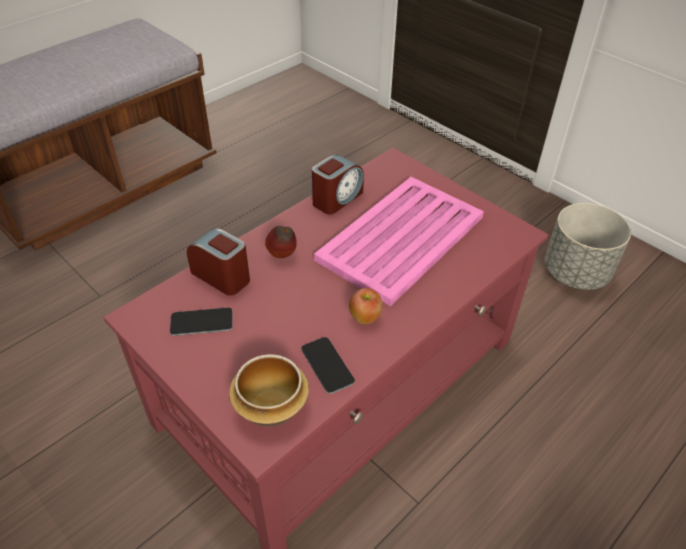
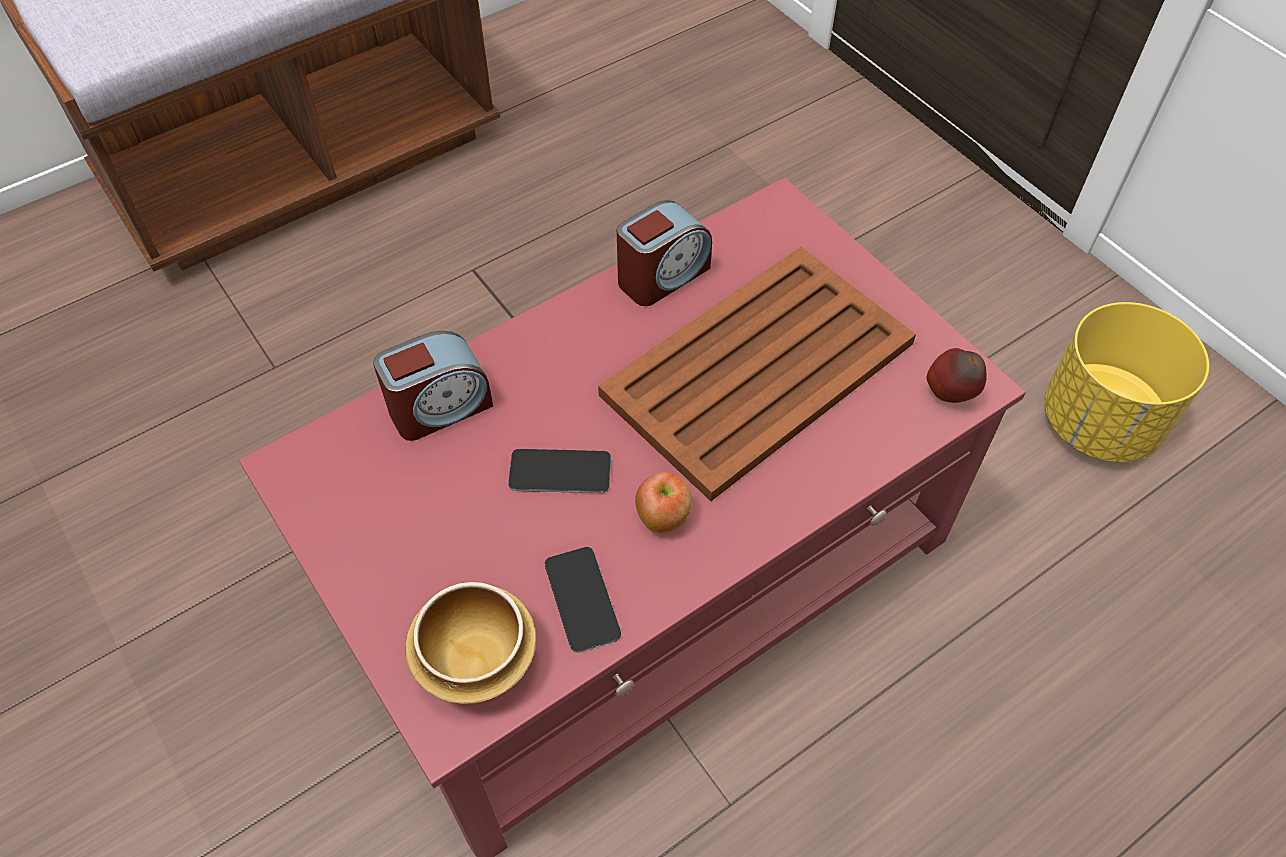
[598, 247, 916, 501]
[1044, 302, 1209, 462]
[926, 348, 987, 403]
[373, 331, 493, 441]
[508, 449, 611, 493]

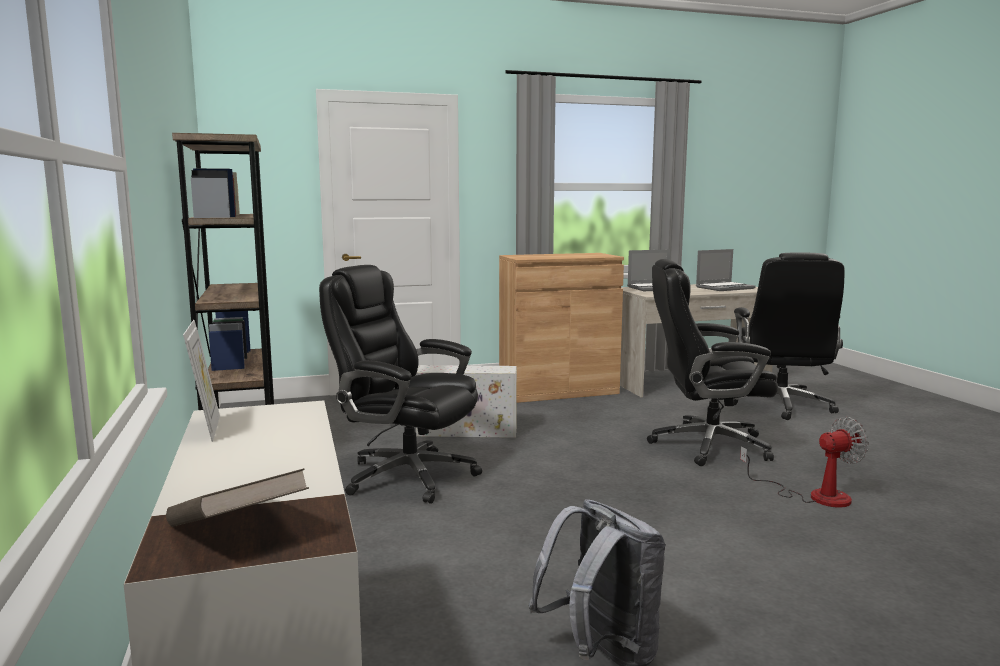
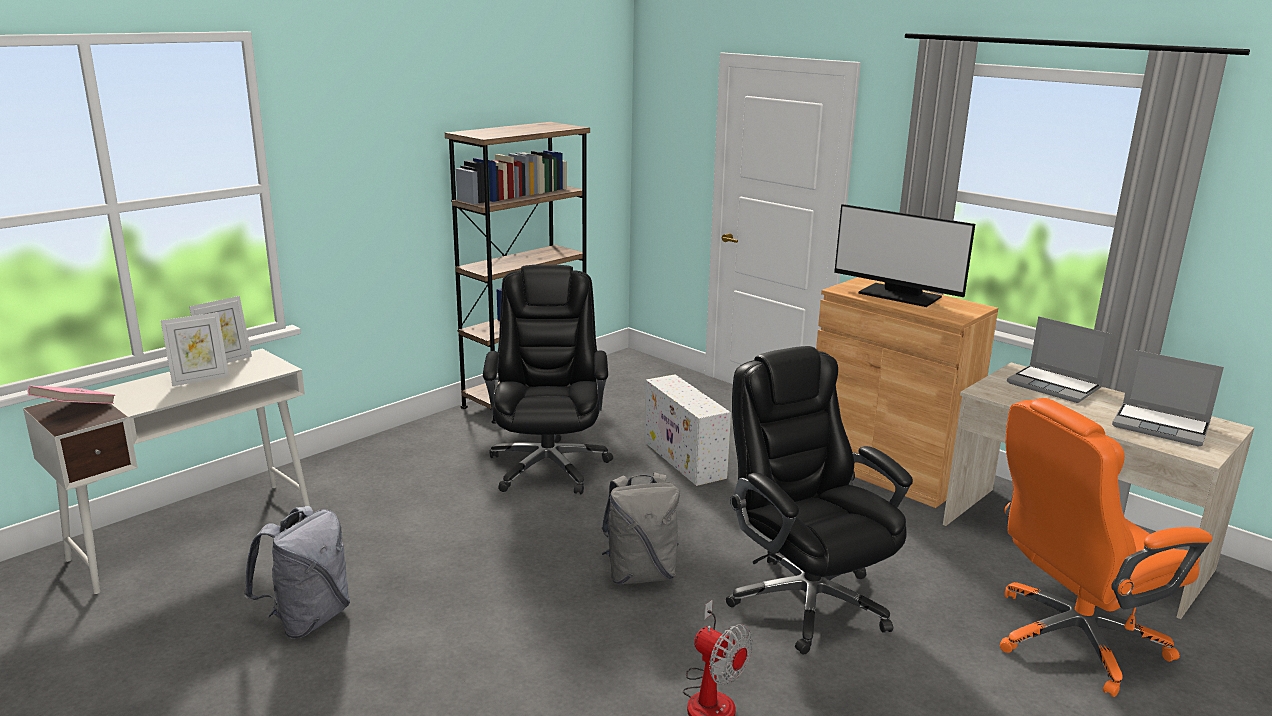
[999, 398, 1213, 697]
[28, 386, 114, 404]
[834, 204, 975, 307]
[161, 312, 229, 386]
[601, 472, 679, 584]

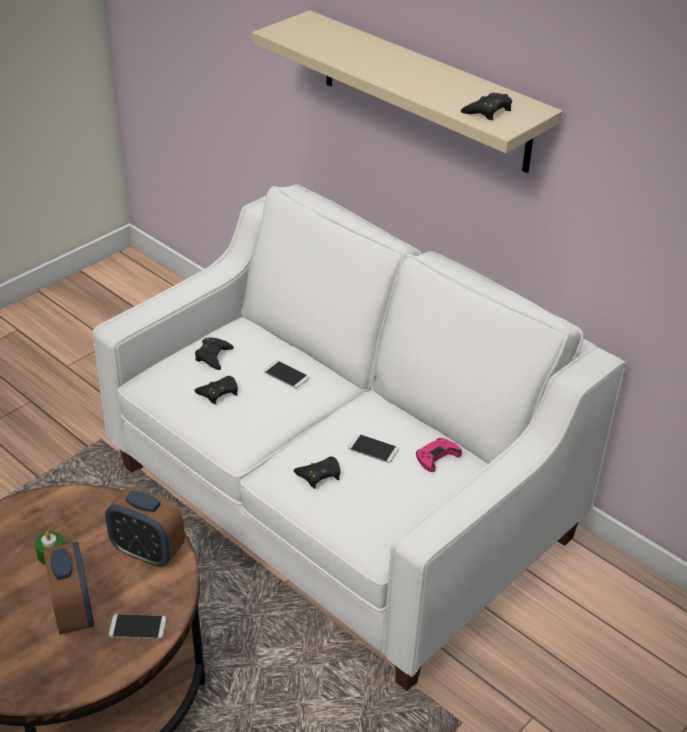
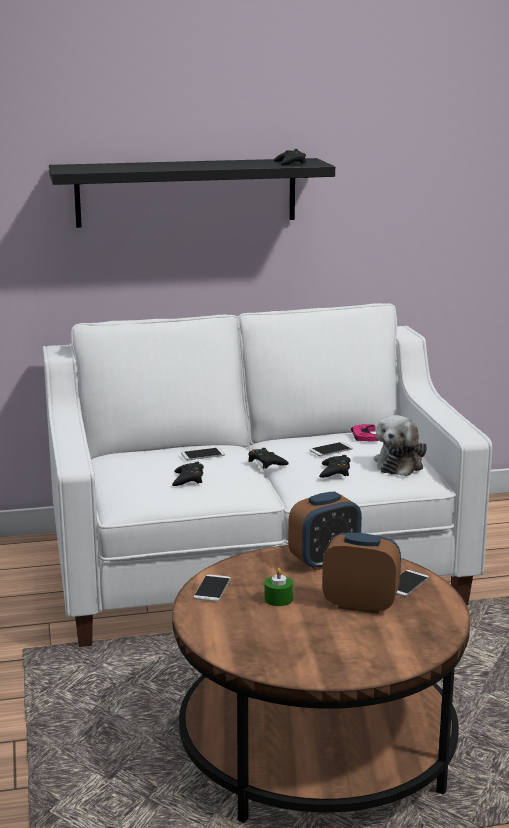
[49, 158, 335, 228]
[248, 448, 289, 468]
[374, 415, 427, 476]
[194, 574, 231, 602]

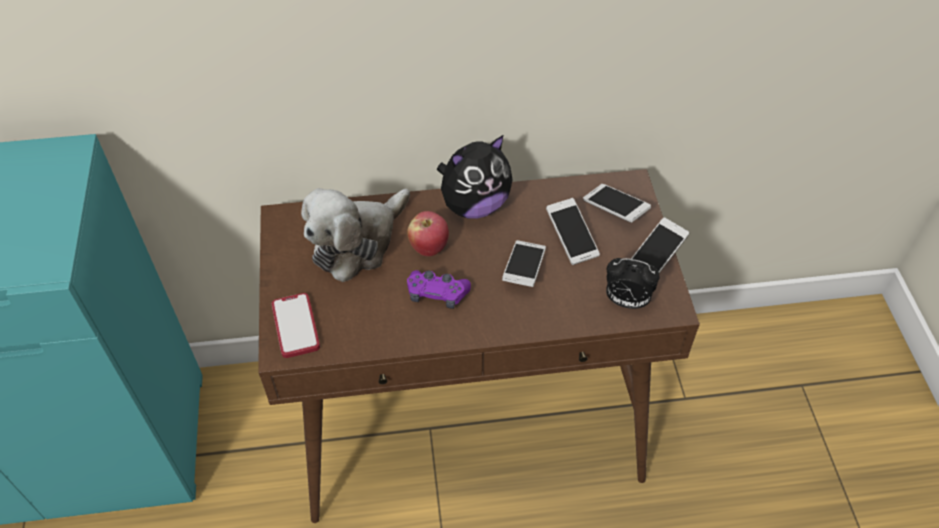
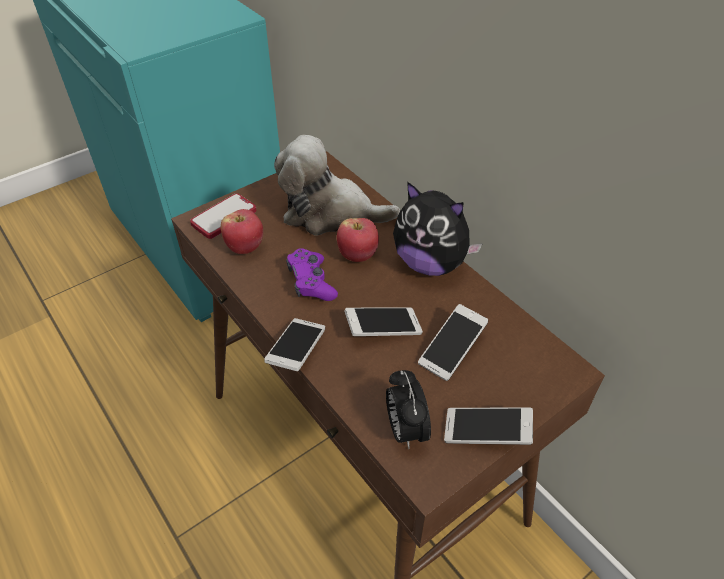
[264, 318, 325, 371]
[221, 209, 263, 254]

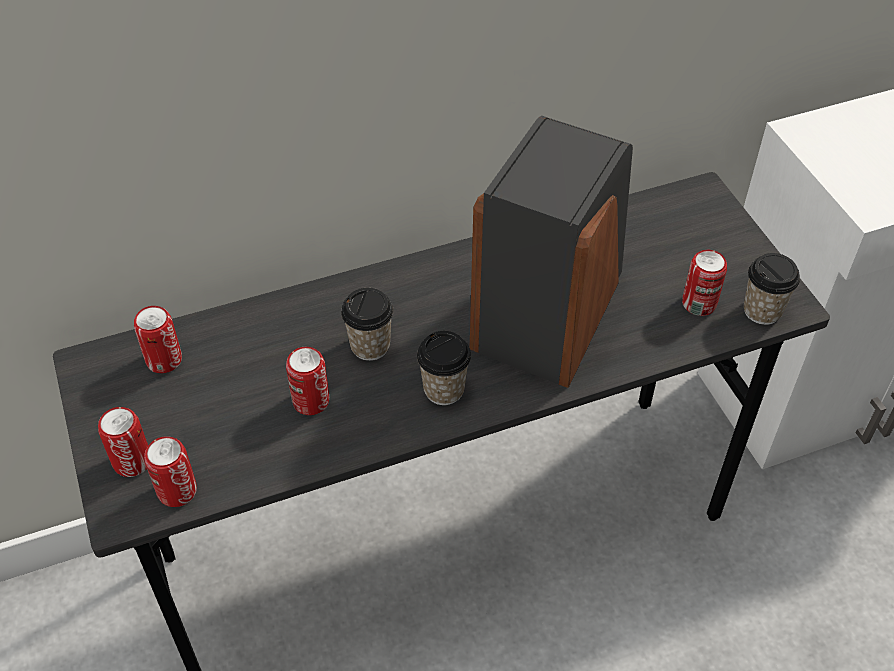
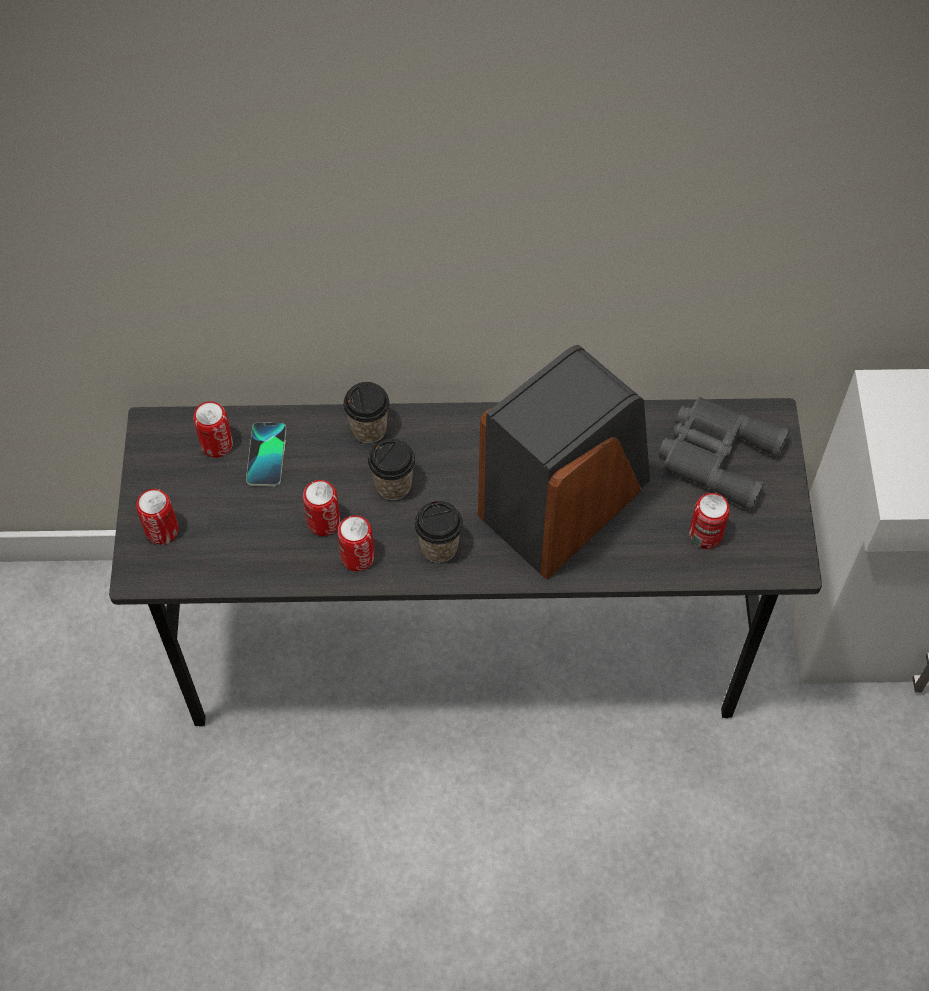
[343, 382, 390, 443]
[337, 515, 375, 571]
[659, 397, 790, 511]
[246, 422, 286, 487]

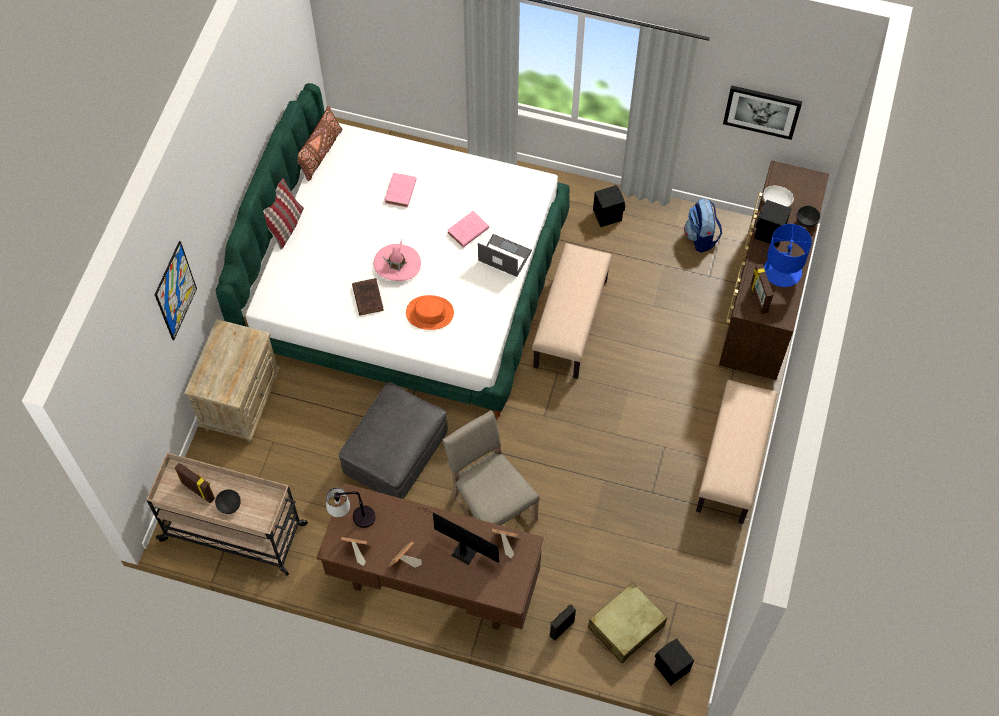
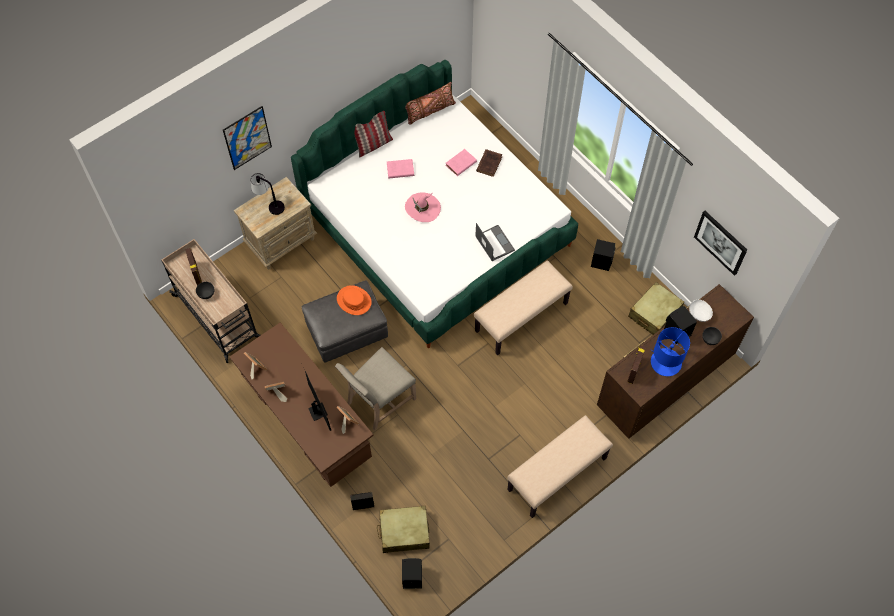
[628, 282, 684, 335]
[387, 159, 414, 179]
[476, 149, 502, 177]
[337, 285, 372, 315]
[335, 347, 416, 431]
[250, 173, 285, 215]

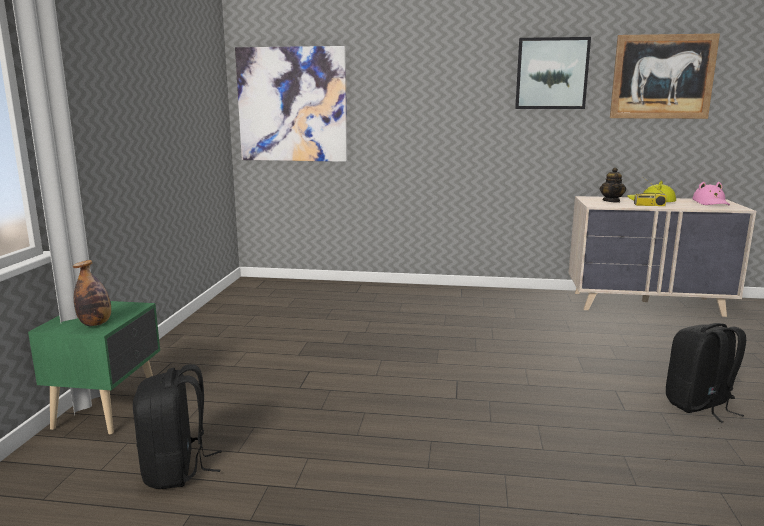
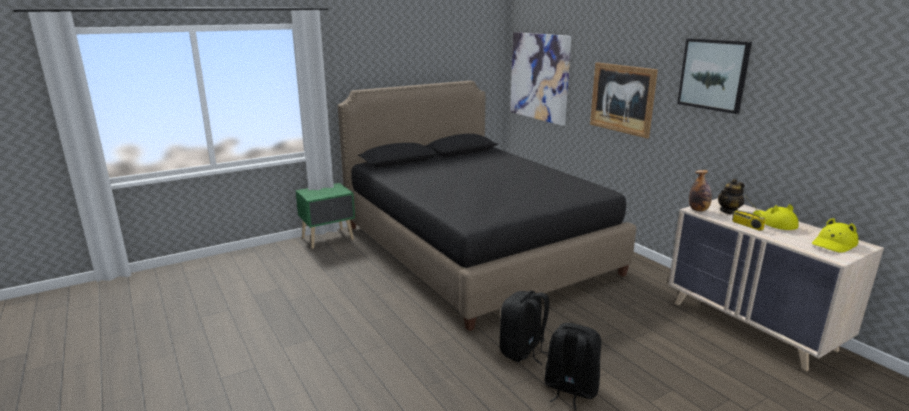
[590, 62, 658, 139]
[812, 218, 858, 253]
[689, 170, 712, 211]
[500, 291, 549, 365]
[338, 81, 636, 331]

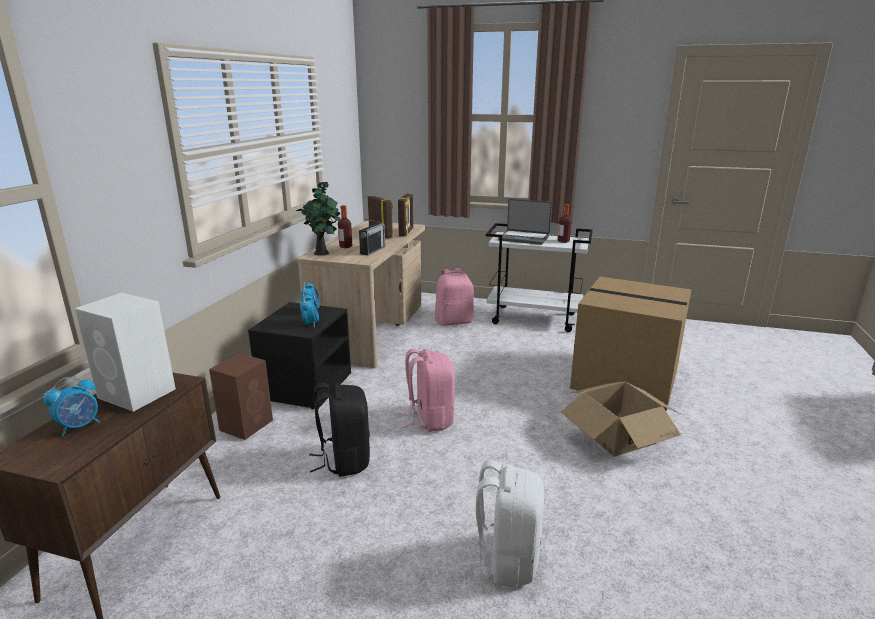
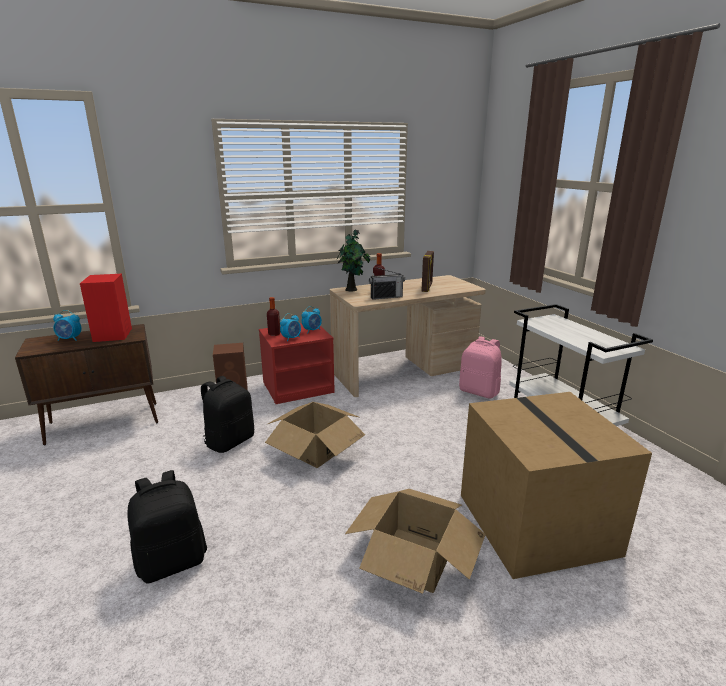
[398, 194, 413, 237] (first image)
[498, 199, 552, 245] (first image)
[267, 297, 281, 336]
[80, 274, 132, 342]
[259, 323, 335, 404]
[265, 402, 365, 468]
[127, 470, 207, 584]

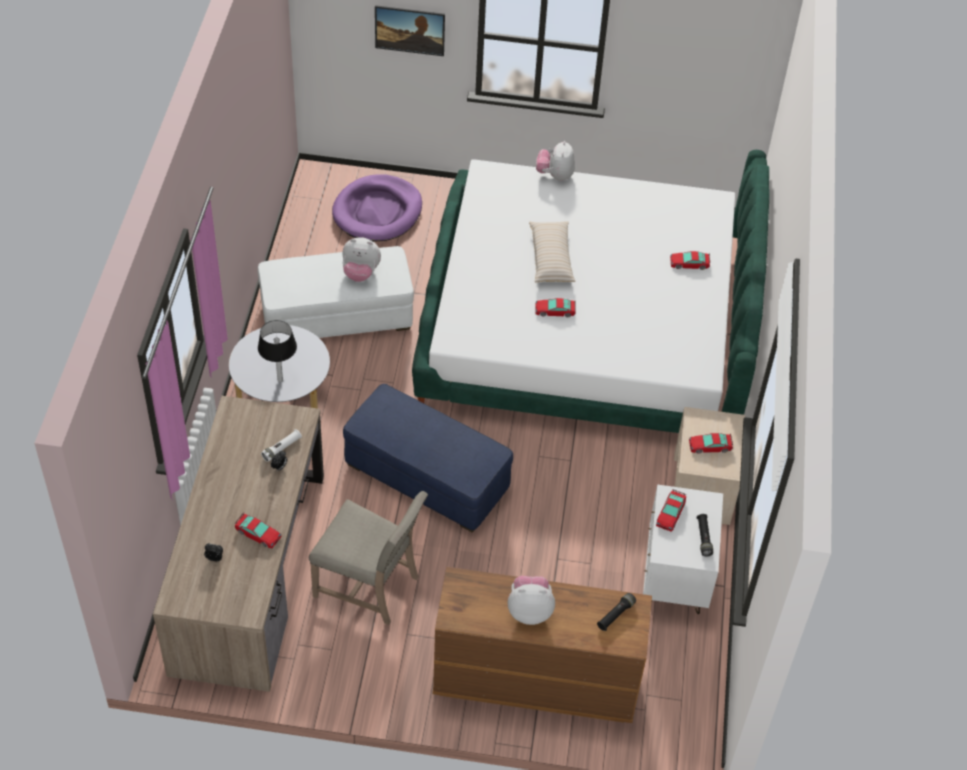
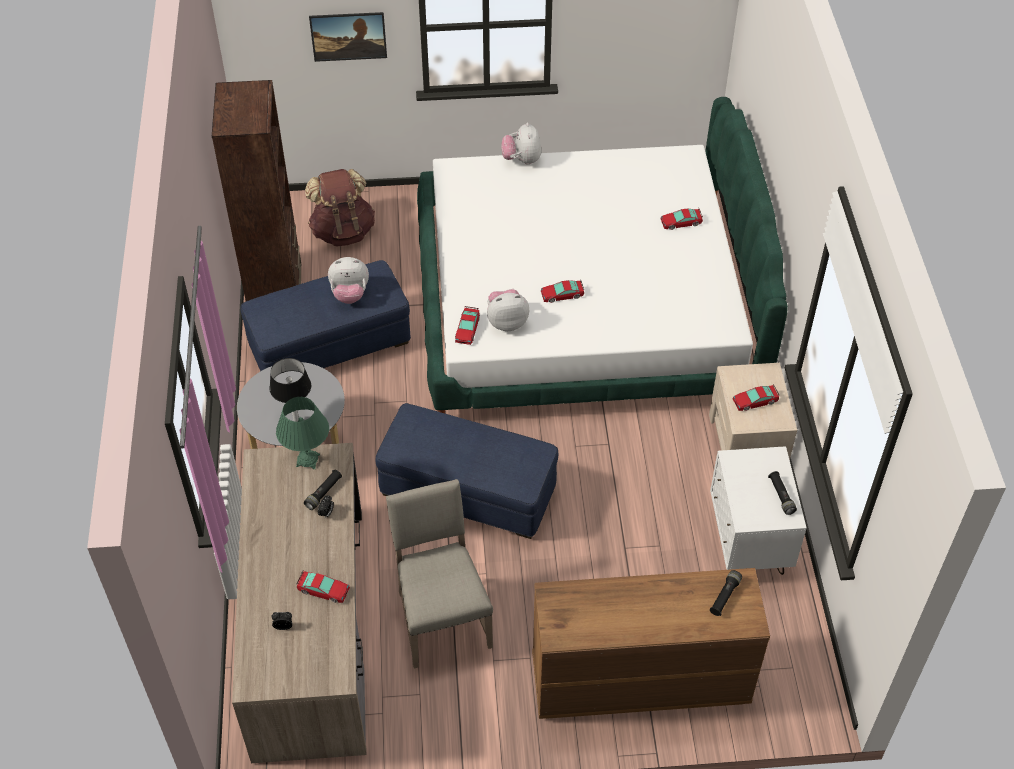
[305, 169, 375, 247]
[529, 221, 575, 282] (first image)
[240, 260, 411, 371]
[304, 470, 342, 510]
[455, 306, 480, 345]
[386, 479, 493, 669]
[487, 289, 529, 331]
[212, 80, 301, 301]
[276, 397, 329, 469]

